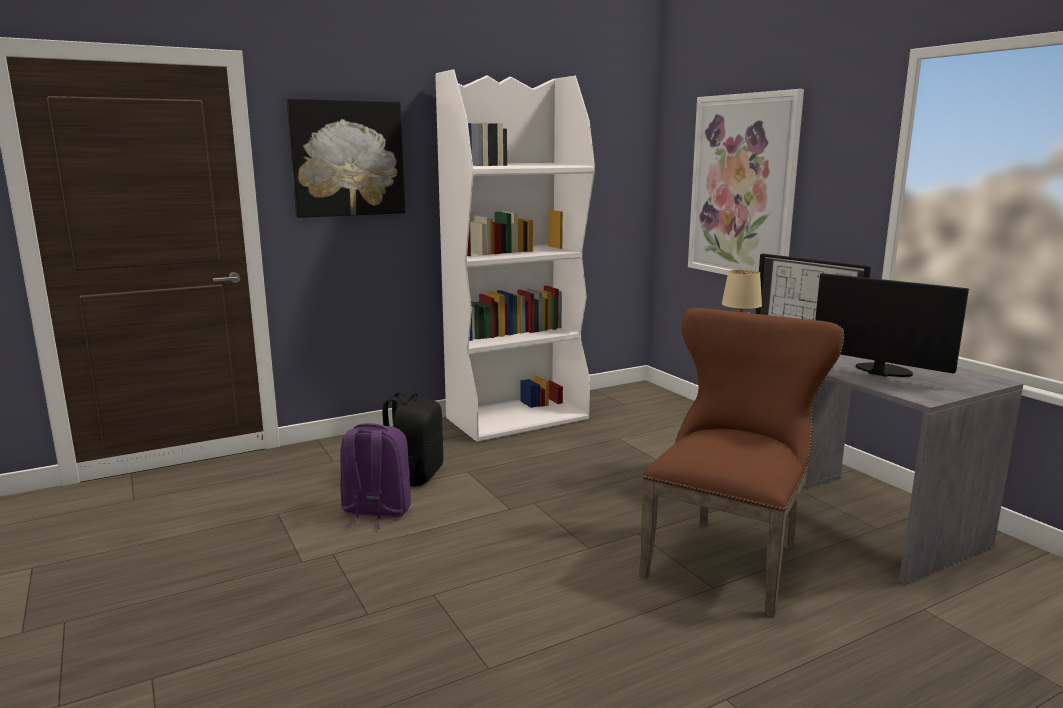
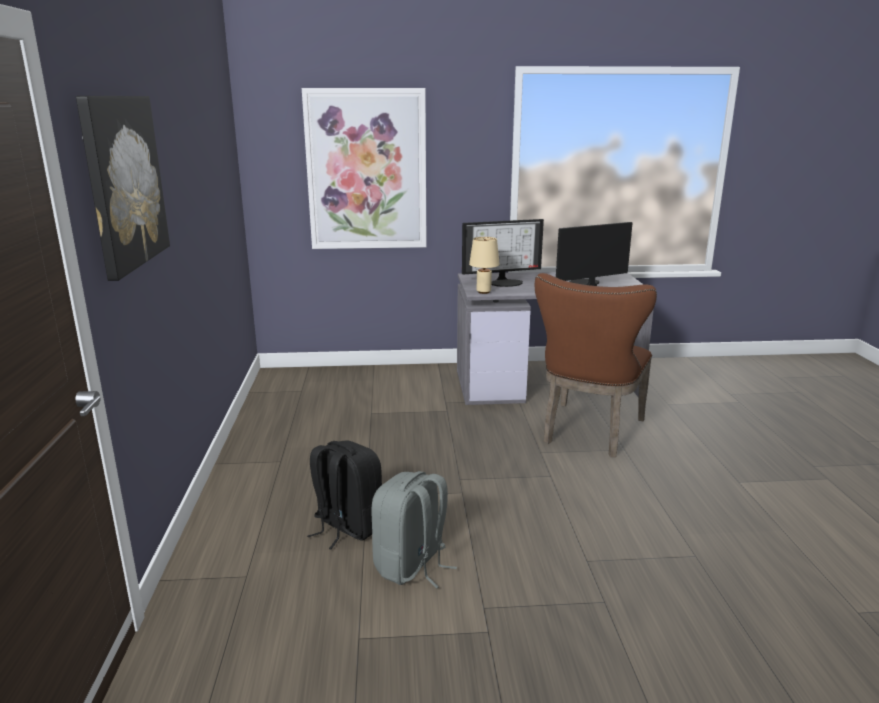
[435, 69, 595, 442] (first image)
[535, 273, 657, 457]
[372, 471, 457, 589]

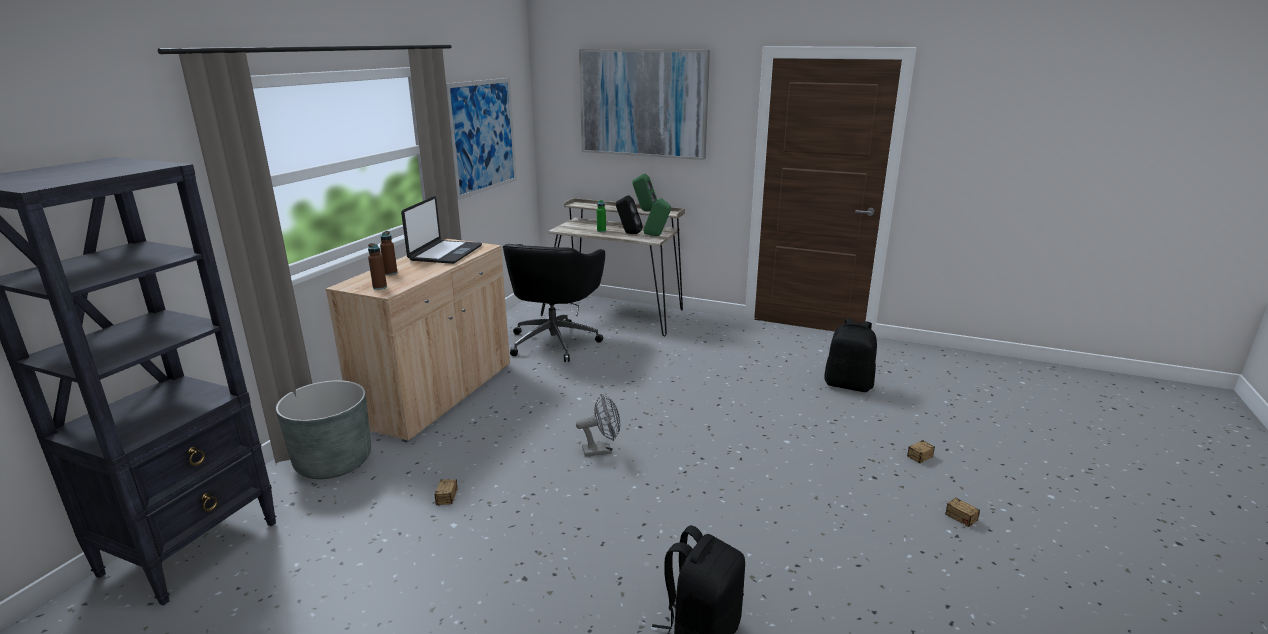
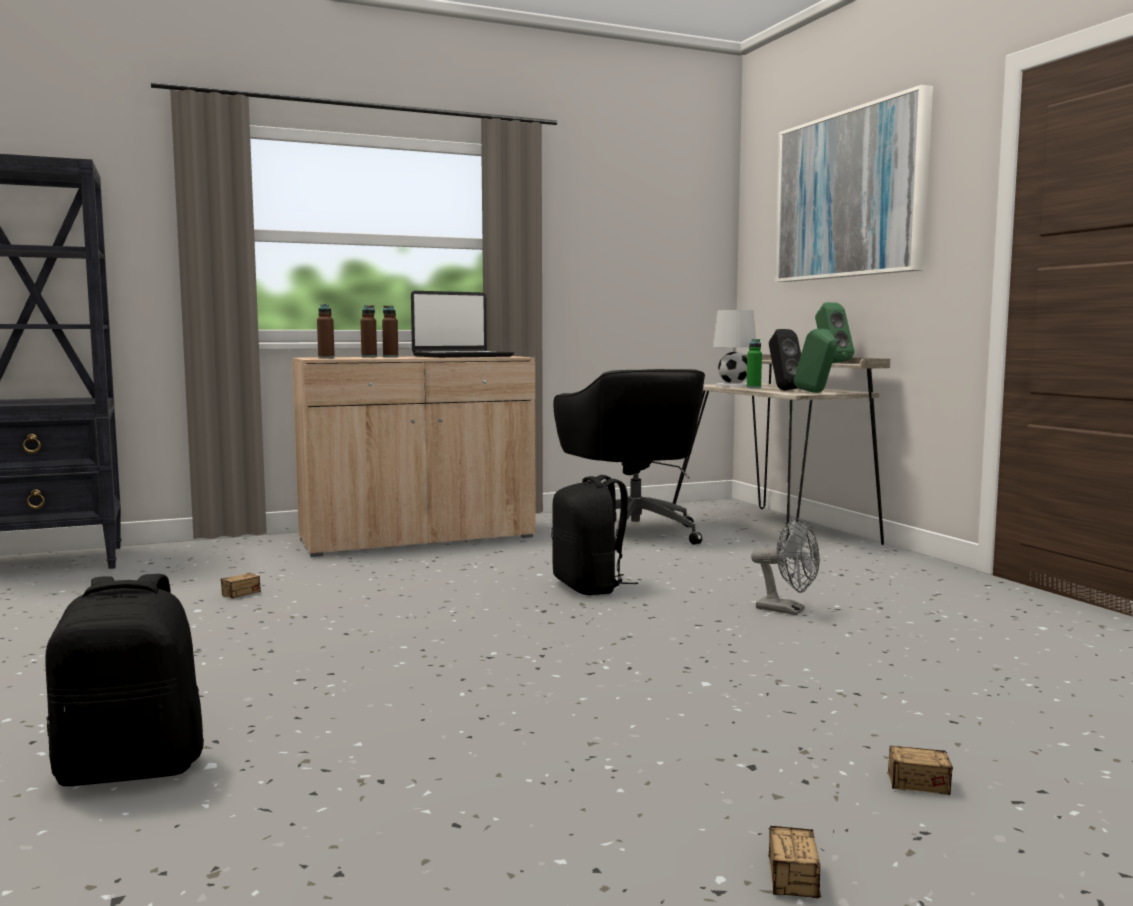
[446, 78, 517, 200] (first image)
[554, 369, 705, 550]
[551, 475, 638, 595]
[276, 380, 371, 479] (first image)
[751, 518, 820, 615]
[382, 305, 398, 357]
[713, 310, 756, 387]

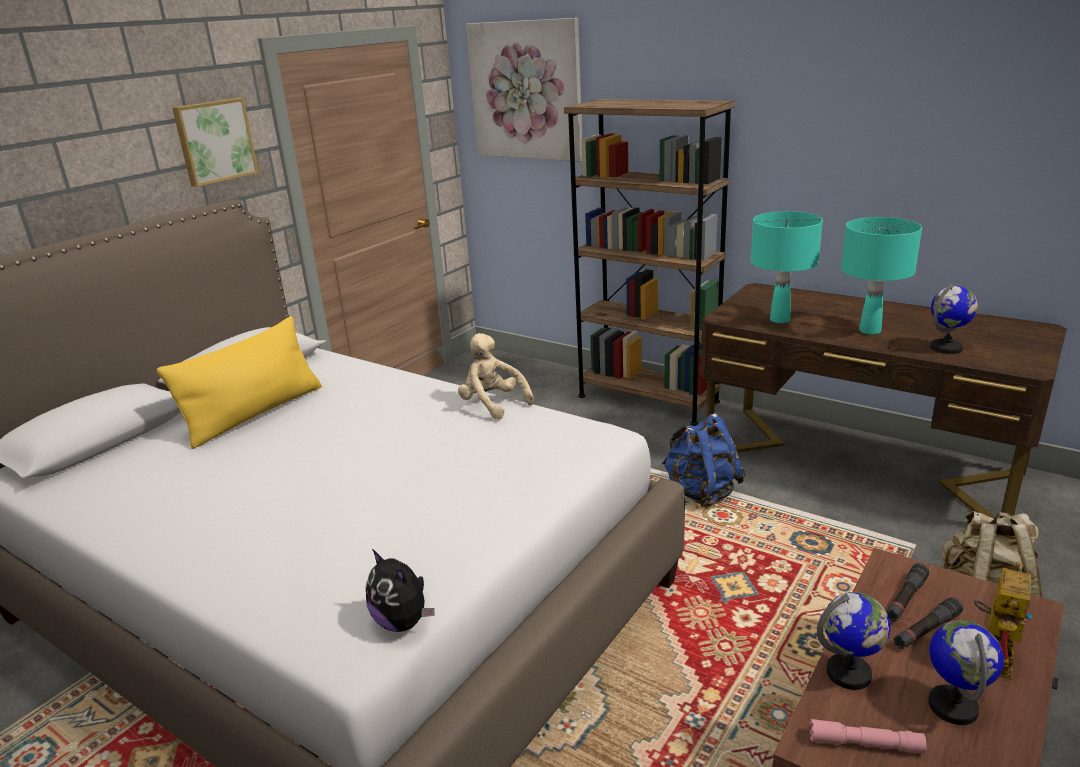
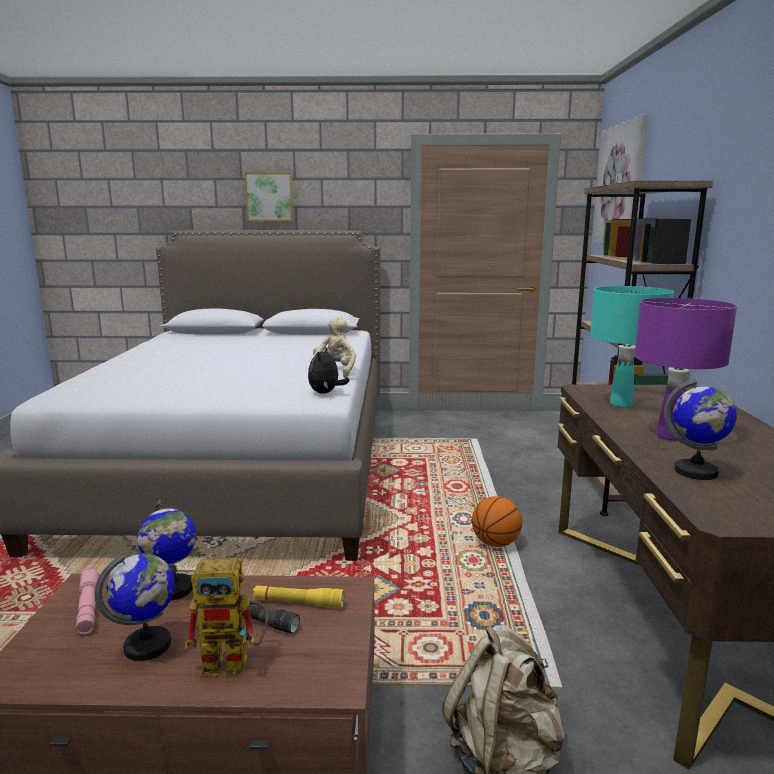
[244, 172, 294, 221]
[634, 298, 737, 441]
[157, 316, 322, 449] (first image)
[472, 496, 522, 547]
[308, 346, 349, 394]
[252, 586, 344, 608]

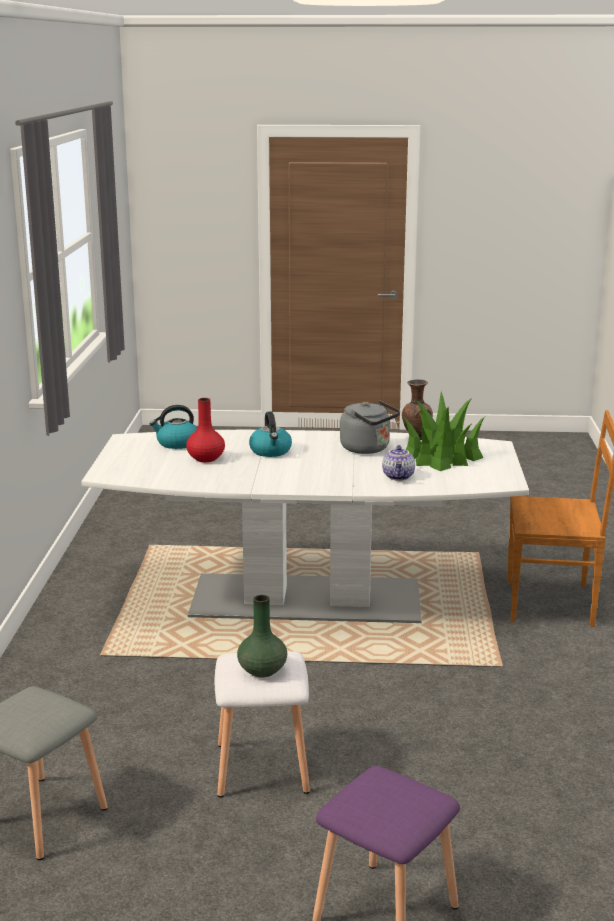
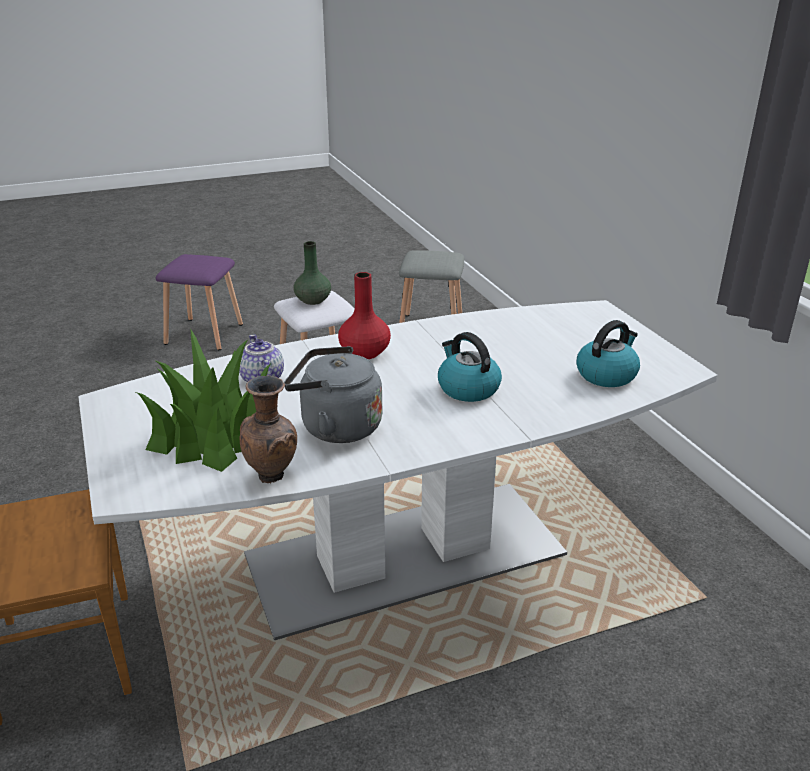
[338, 272, 391, 359]

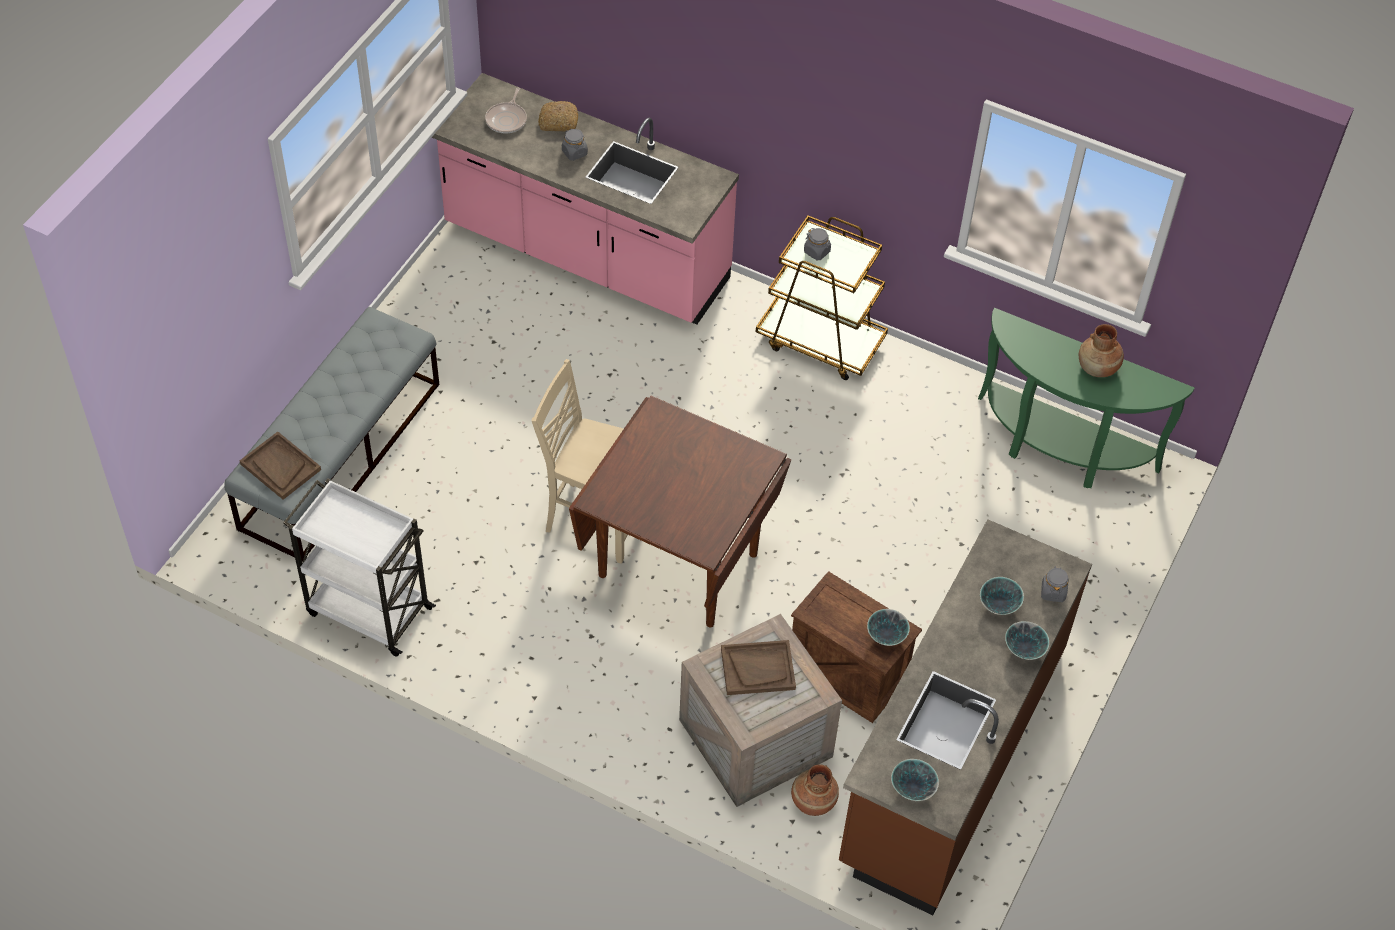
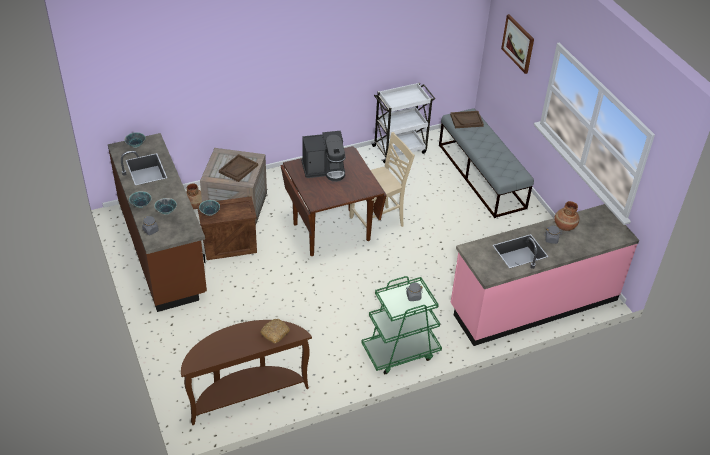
[485, 88, 527, 134] (first image)
[261, 319, 290, 344]
[362, 276, 442, 374]
[181, 320, 312, 425]
[554, 201, 579, 231]
[501, 14, 534, 74]
[301, 131, 346, 182]

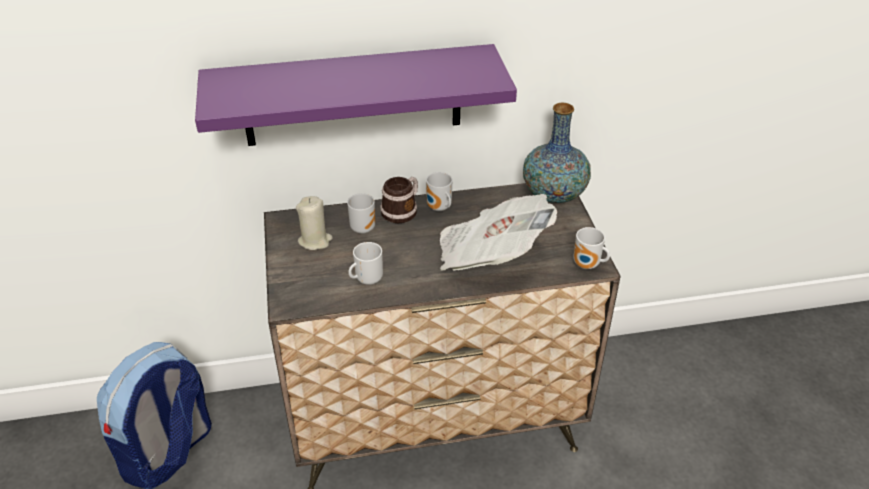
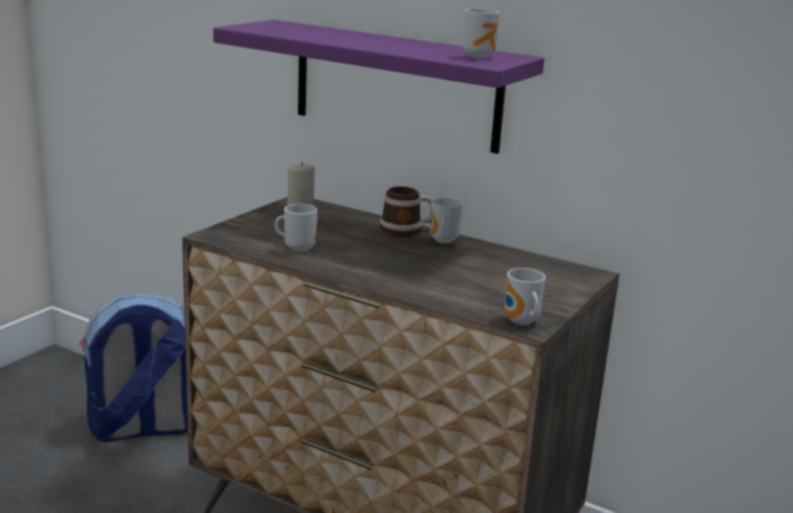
[523, 103, 591, 203] (first image)
[463, 9, 499, 59]
[440, 194, 557, 271] (first image)

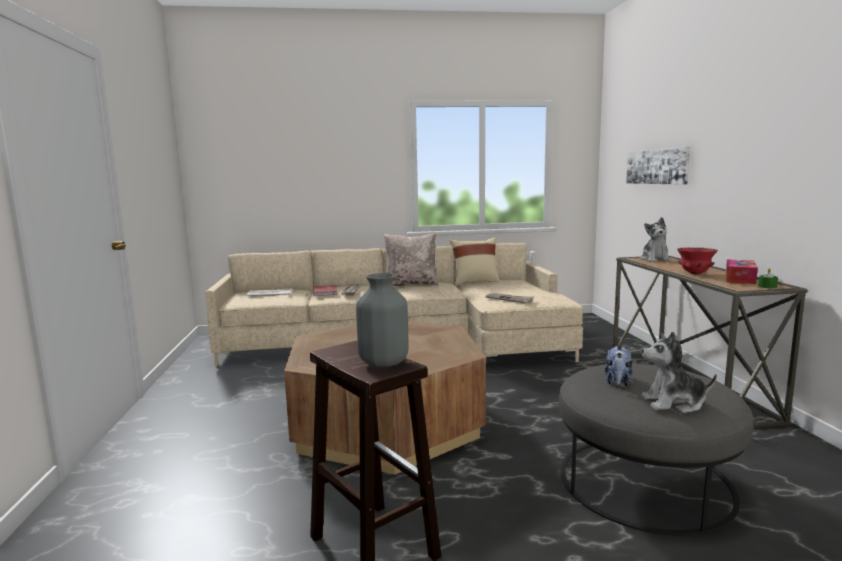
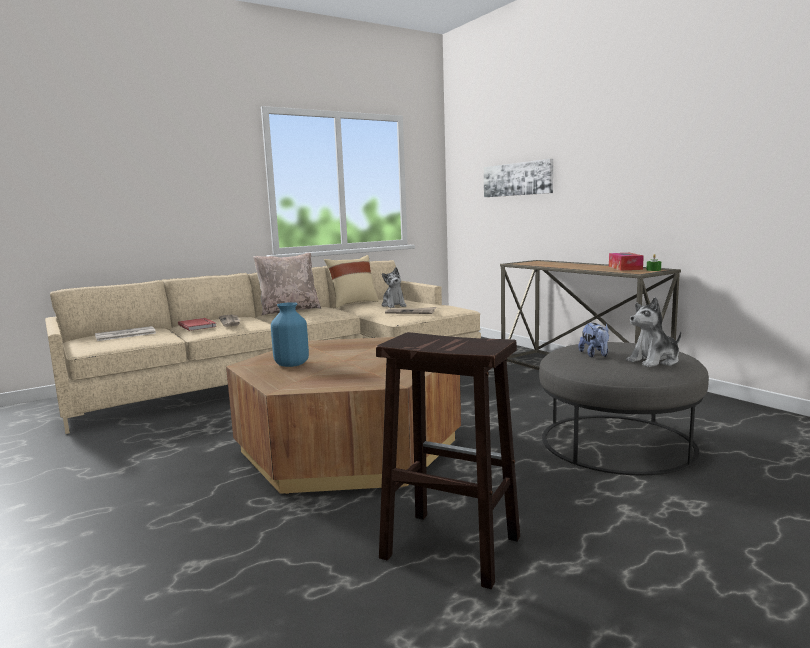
[382, 267, 406, 308]
[677, 248, 718, 274] (first image)
[356, 273, 408, 367] (first image)
[271, 302, 309, 367]

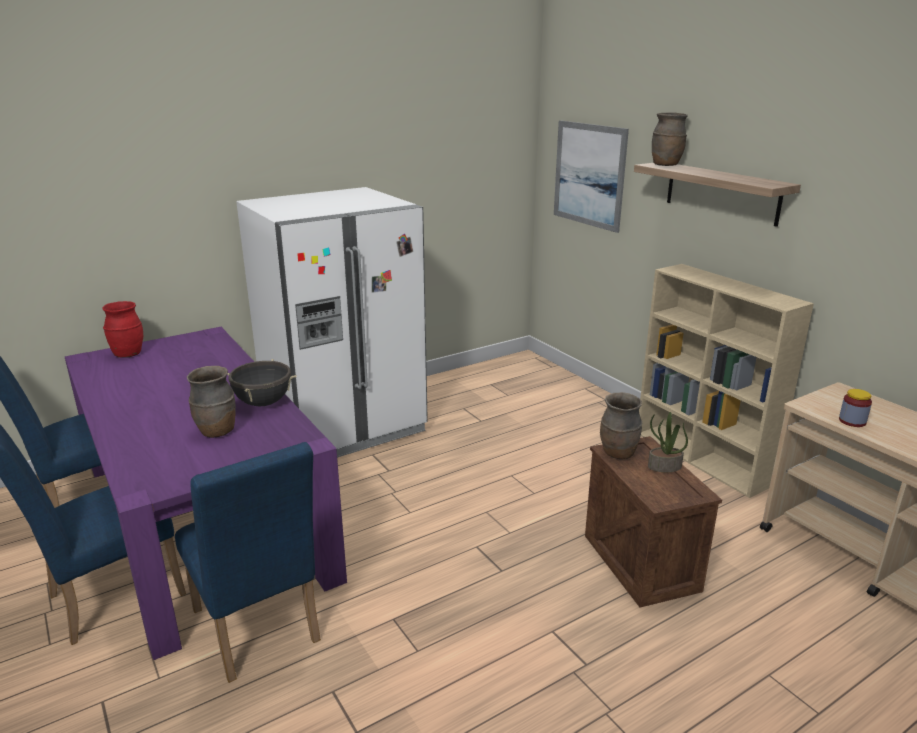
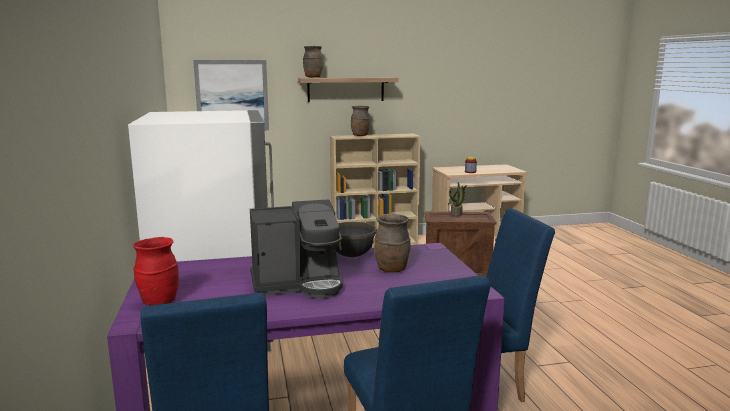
[351, 106, 370, 136]
[250, 199, 343, 298]

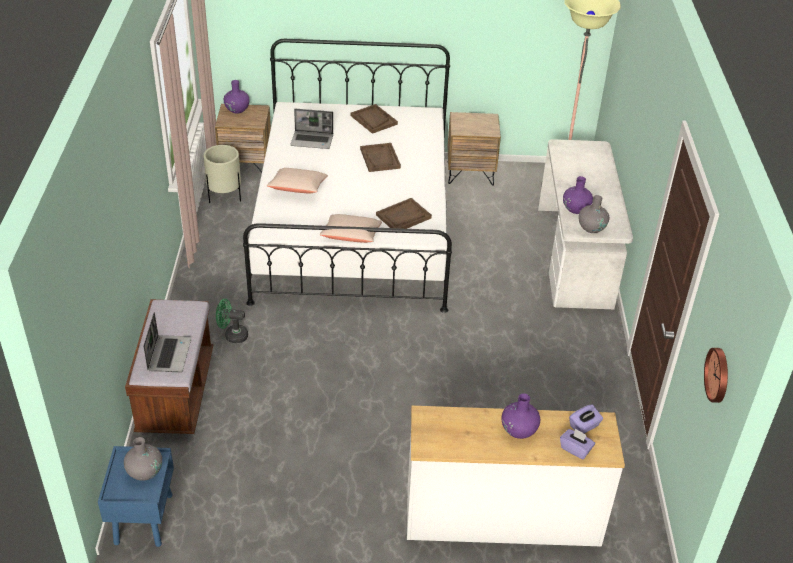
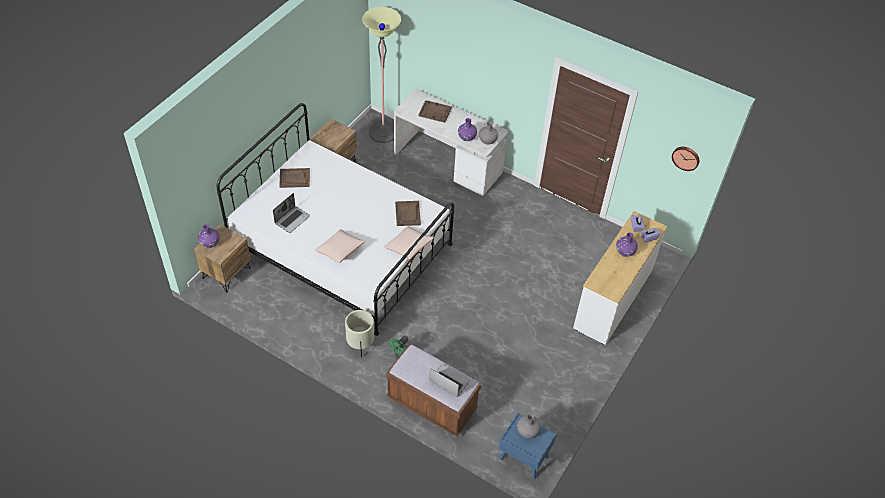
[419, 100, 452, 123]
[345, 310, 374, 358]

